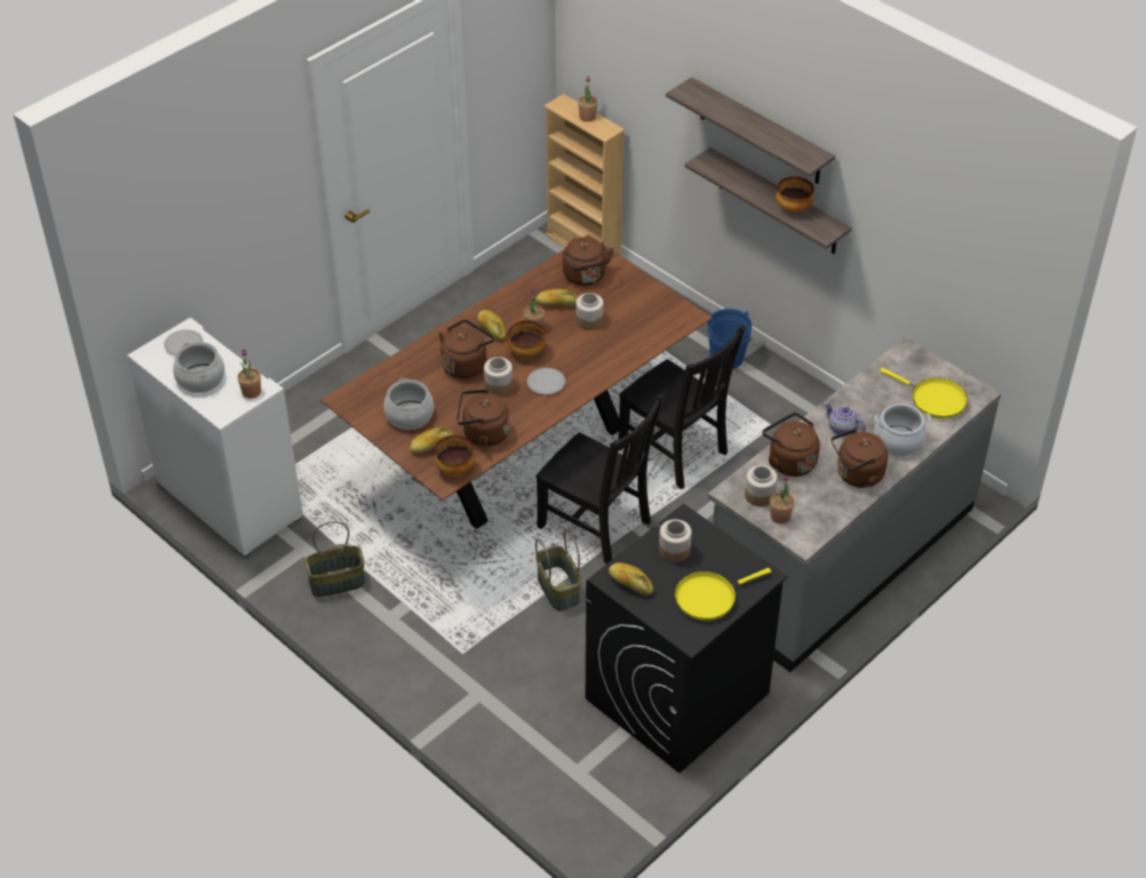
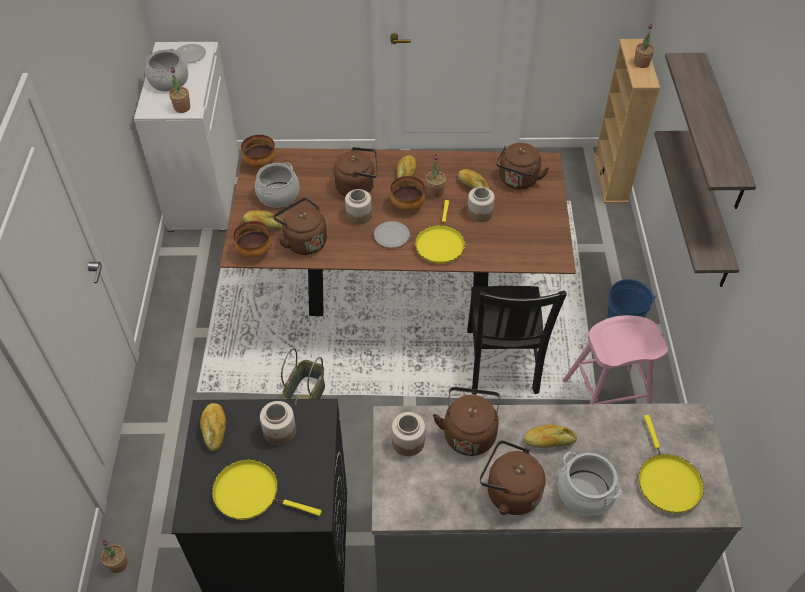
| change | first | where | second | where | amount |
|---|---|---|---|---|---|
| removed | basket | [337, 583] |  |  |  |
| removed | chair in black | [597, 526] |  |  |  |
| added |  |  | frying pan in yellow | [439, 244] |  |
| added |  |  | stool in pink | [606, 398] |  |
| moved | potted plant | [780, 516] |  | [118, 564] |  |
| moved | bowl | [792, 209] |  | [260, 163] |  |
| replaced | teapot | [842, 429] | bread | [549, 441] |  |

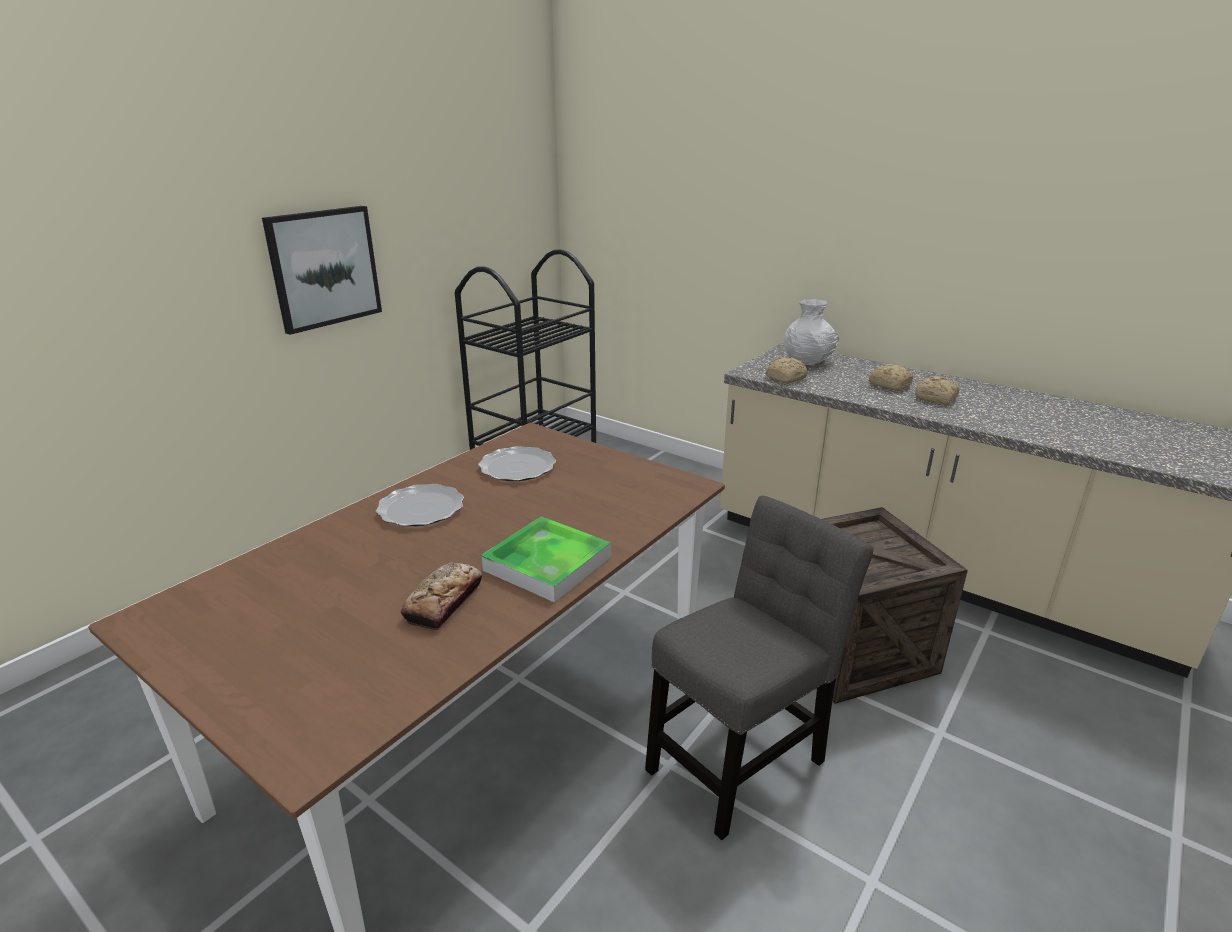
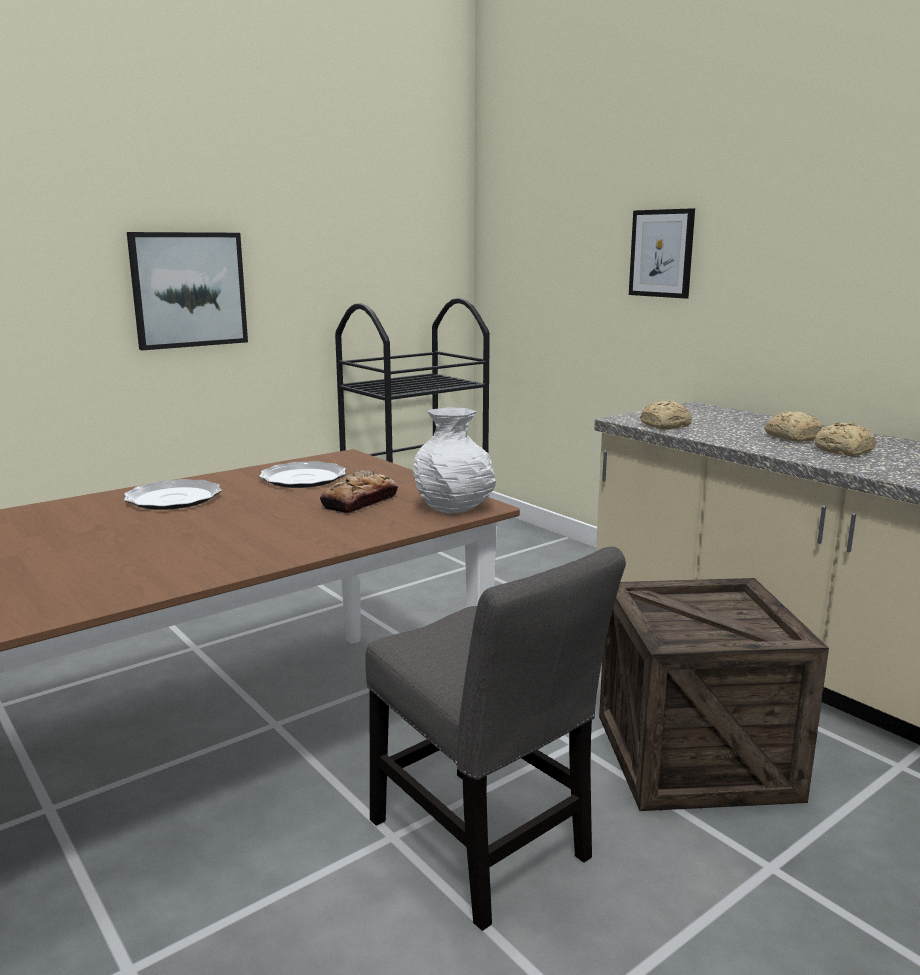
| change | first | where | second | where | amount |
|---|---|---|---|---|---|
| removed | tray | [547, 563] |  |  |  |
| added |  |  | picture | [661, 253] |  |
| moved | bread | [444, 602] |  | [360, 502] |  |
| moved | vase in white | [808, 361] |  | [454, 507] |  |
| turned | chair in grey | [741, 758] |  | [483, 847] | 75 degrees clockwise |

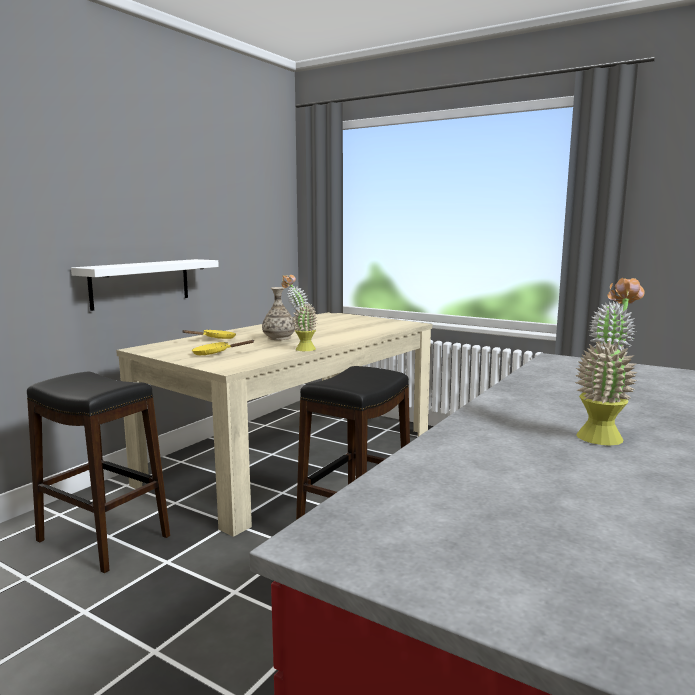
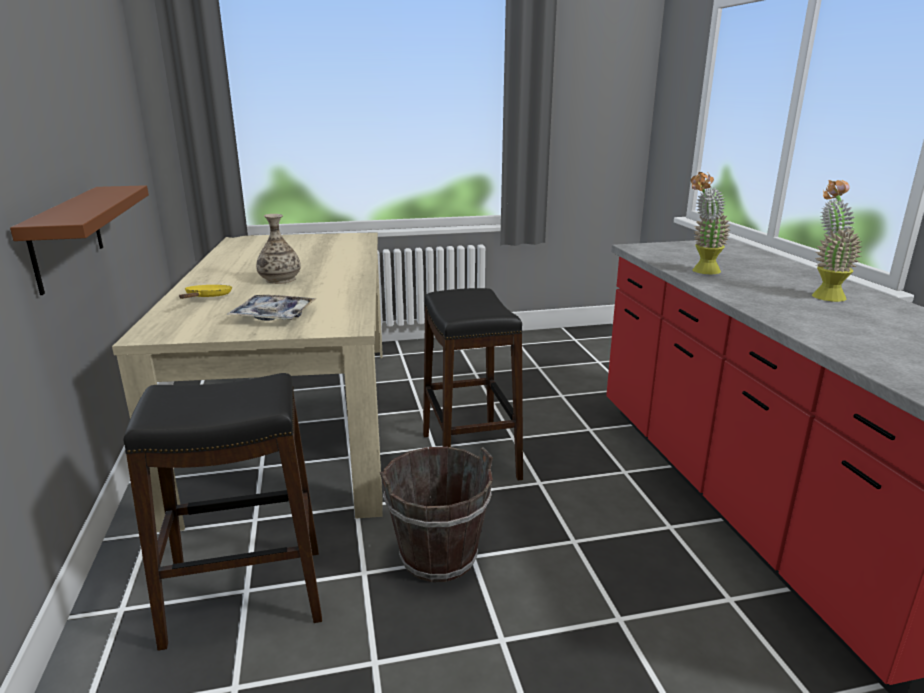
| change | first | where | second | where | amount |
|---|---|---|---|---|---|
| added |  |  | bucket in brown | [438, 556] |  |
| moved | potted plant | [300, 349] |  | [701, 272] |  |
| replaced | frying pan in yellow | [215, 354] | tray | [273, 315] |  |
| recoloured | shelf in white | [141, 283] | shelf in brown | [67, 236] |  |

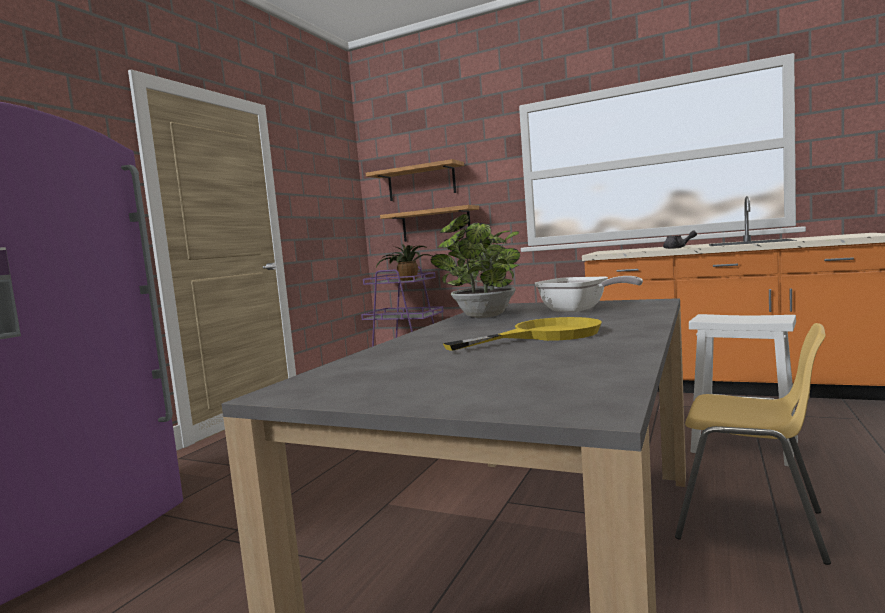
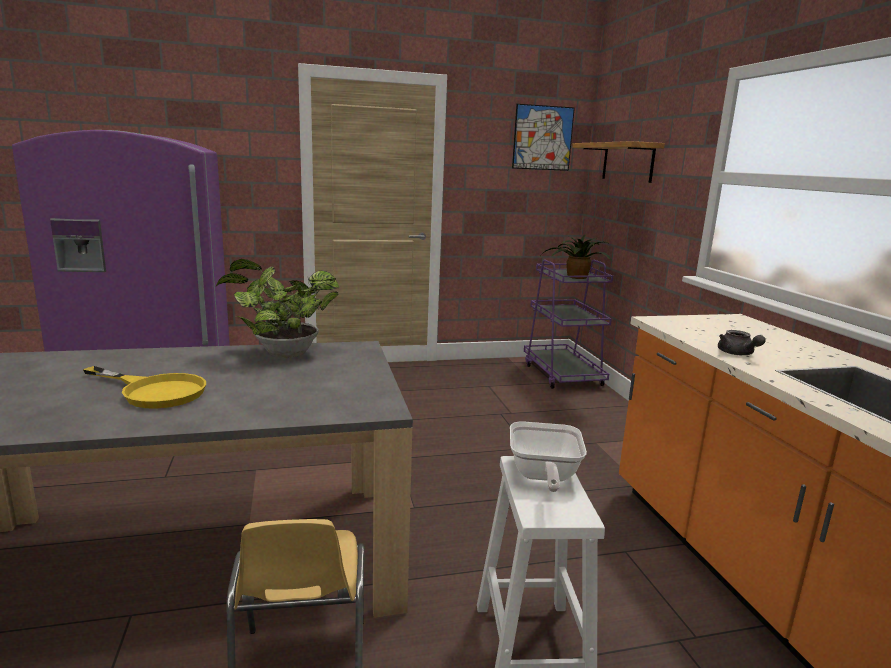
| change | first | where | second | where | amount |
|---|---|---|---|---|---|
| removed | shelf | [435, 224] |  |  |  |
| added |  |  | picture | [542, 138] |  |
| moved | frying pan | [579, 310] |  | [543, 477] |  |

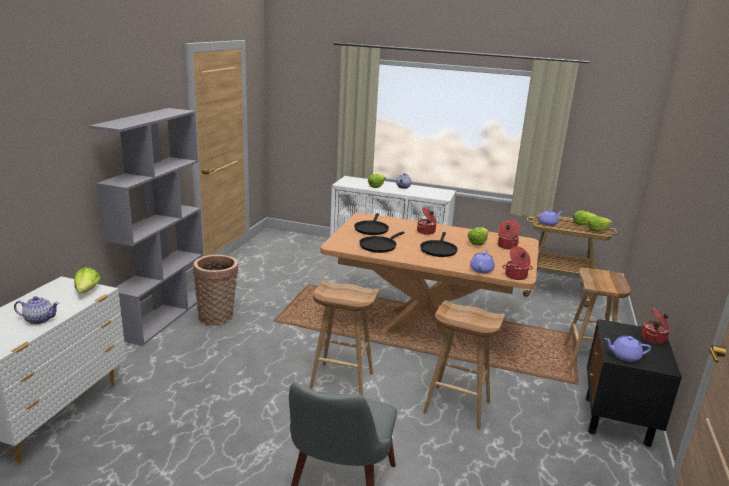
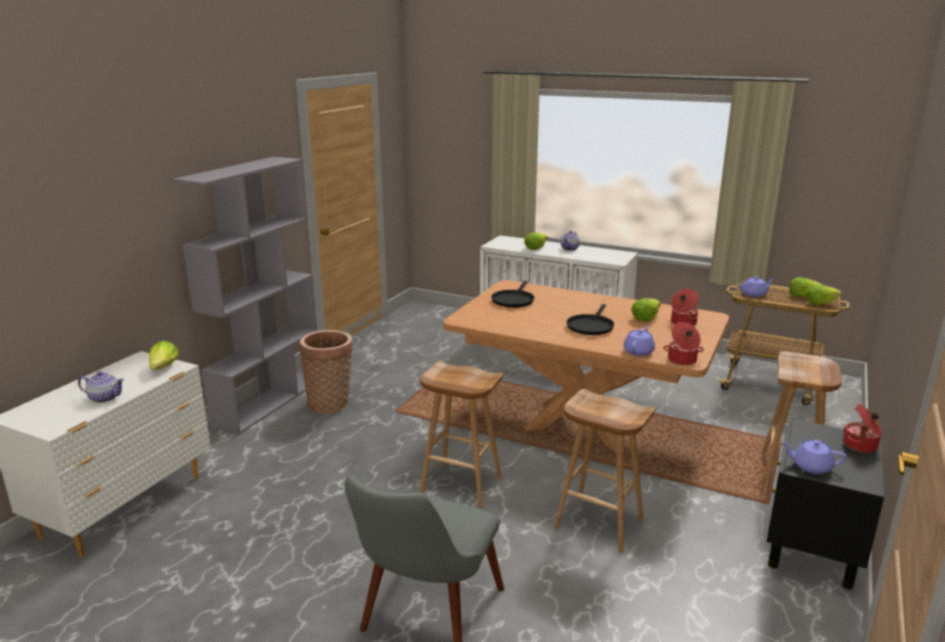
| change | first | where | second | where | amount |
|---|---|---|---|---|---|
| removed | frying pan in black | [379, 246] |  |  |  |
| removed | cooking pot | [426, 231] |  |  |  |

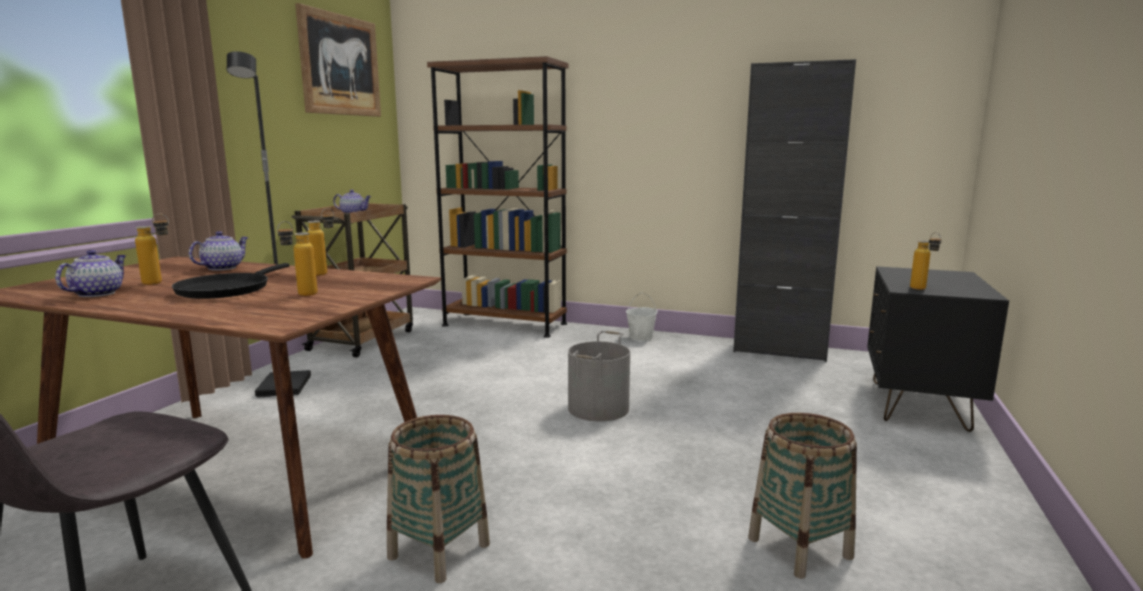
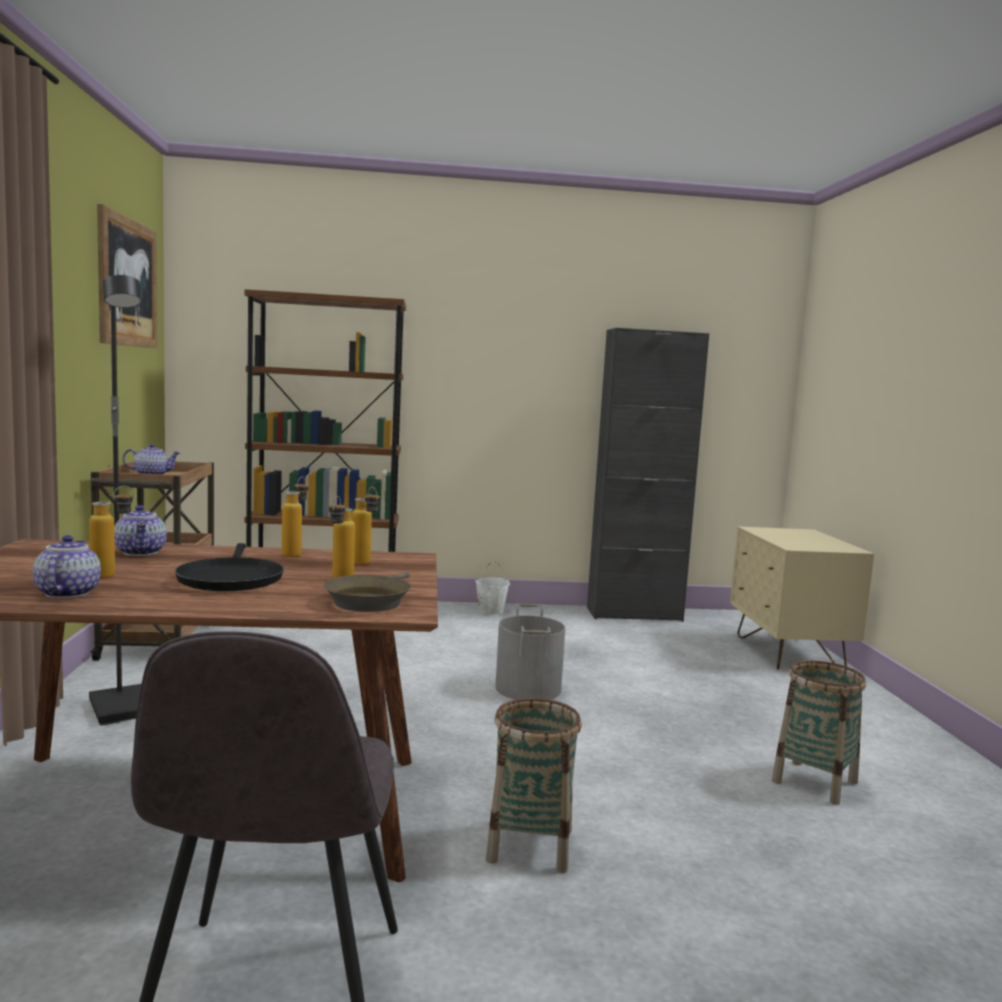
| change | first | where | second | where | amount |
|---|---|---|---|---|---|
| added |  |  | frying pan in brown | [370, 601] |  |
| moved | bottle | [922, 289] |  | [364, 564] |  |
| recoloured | nightstand in black | [918, 405] | nightstand in beige | [789, 654] |  |
| turned | teapot | [222, 268] |  | [142, 552] | 150 degrees clockwise |

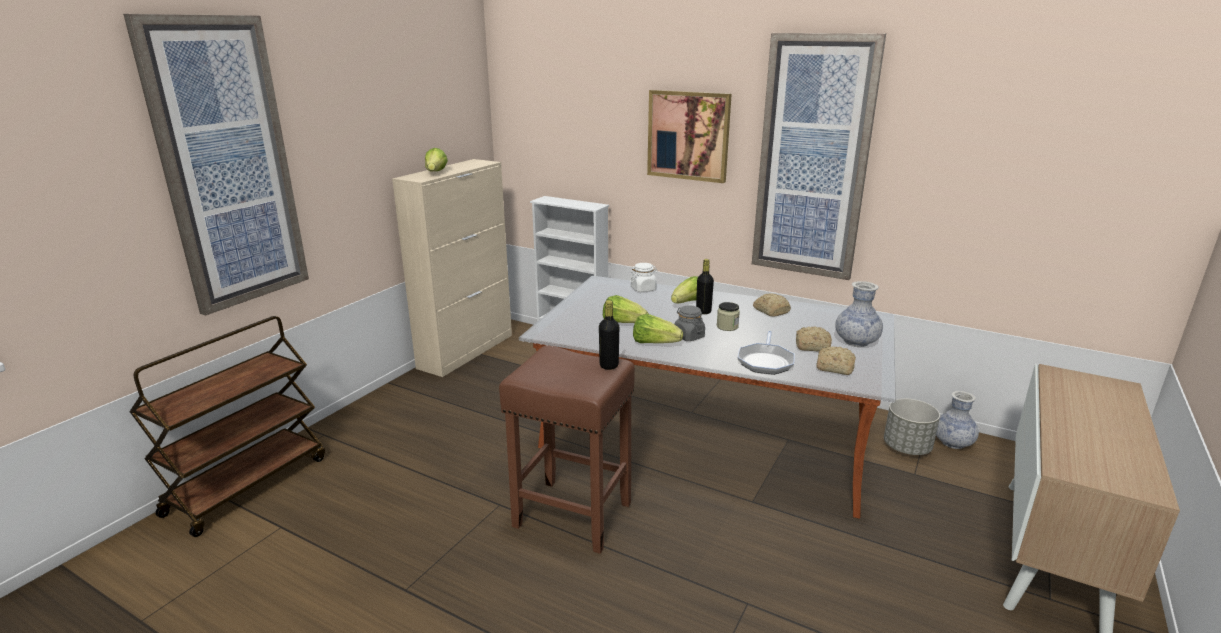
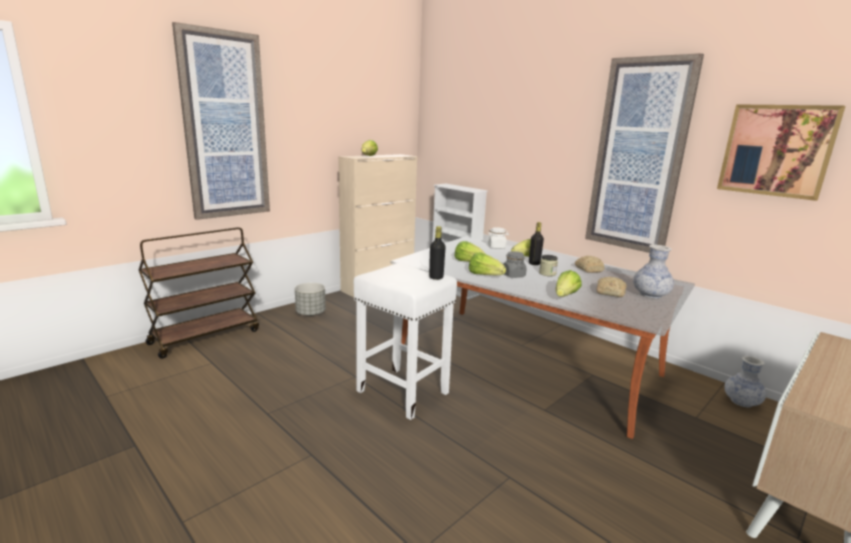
| change | first | where | second | where | amount |
|---|---|---|---|---|---|
| removed | bread | [833, 367] |  |  |  |
| moved | picture | [688, 135] |  | [776, 150] |  |
| moved | planter in grey | [906, 447] |  | [311, 313] |  |
| replaced | frying pan | [765, 361] | lettuce | [565, 296] |  |
| recoloured | stool in brown | [570, 514] | stool in white | [401, 391] |  |

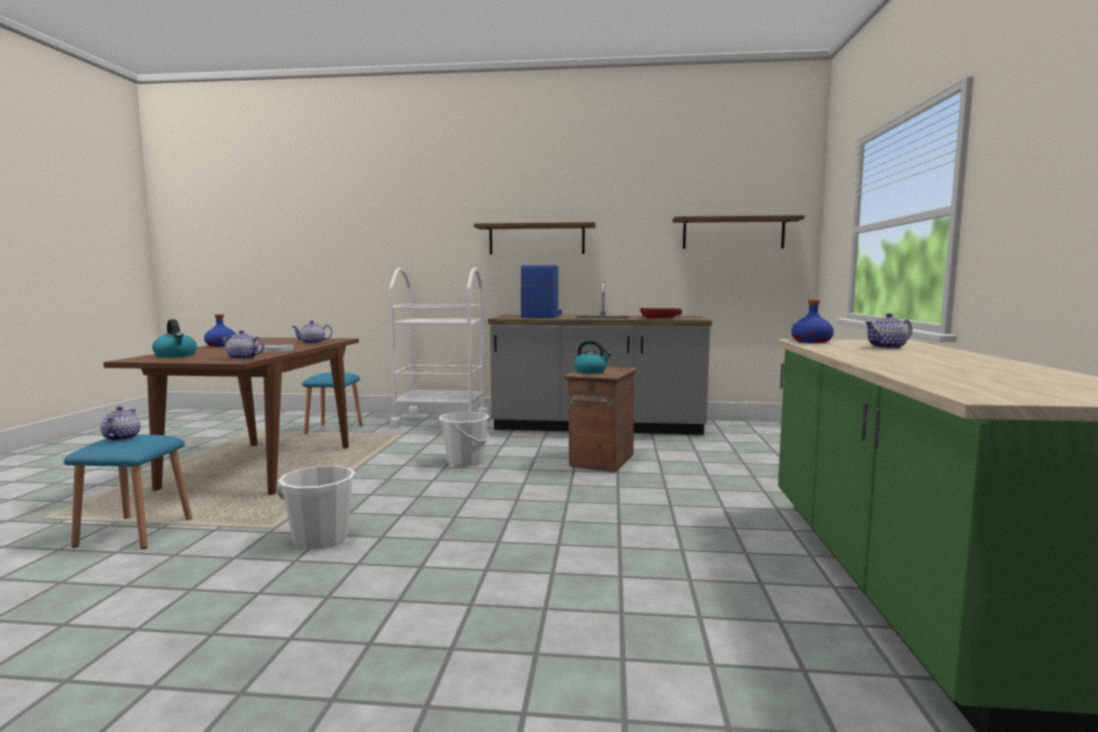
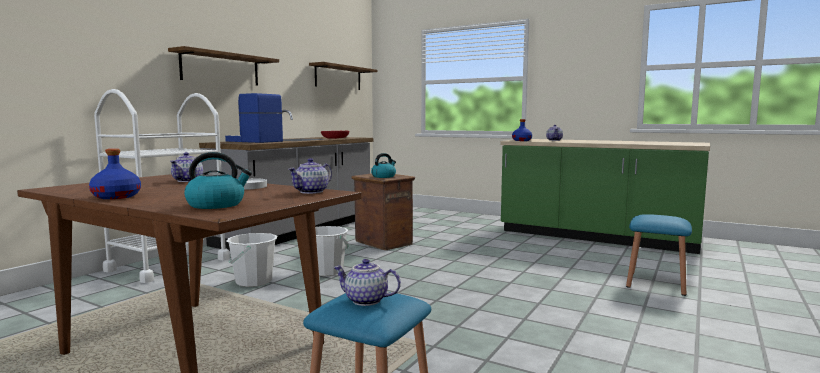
| change | first | where | second | where | amount |
|---|---|---|---|---|---|
| moved | bucket in white | [320, 539] |  | [254, 281] |  |
| moved | stool in blue | [334, 429] |  | [656, 283] |  |

